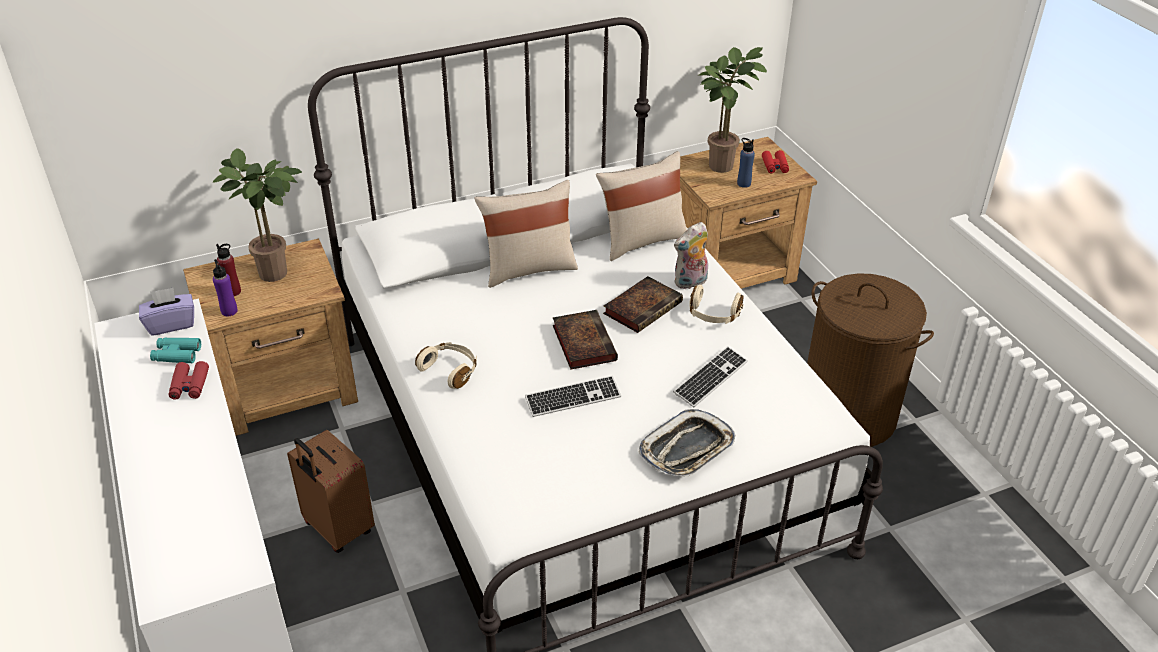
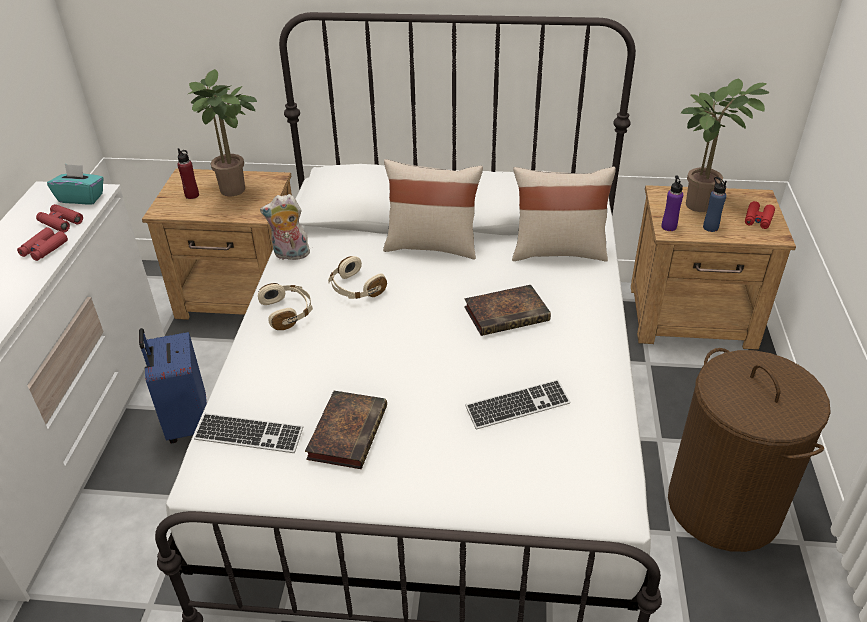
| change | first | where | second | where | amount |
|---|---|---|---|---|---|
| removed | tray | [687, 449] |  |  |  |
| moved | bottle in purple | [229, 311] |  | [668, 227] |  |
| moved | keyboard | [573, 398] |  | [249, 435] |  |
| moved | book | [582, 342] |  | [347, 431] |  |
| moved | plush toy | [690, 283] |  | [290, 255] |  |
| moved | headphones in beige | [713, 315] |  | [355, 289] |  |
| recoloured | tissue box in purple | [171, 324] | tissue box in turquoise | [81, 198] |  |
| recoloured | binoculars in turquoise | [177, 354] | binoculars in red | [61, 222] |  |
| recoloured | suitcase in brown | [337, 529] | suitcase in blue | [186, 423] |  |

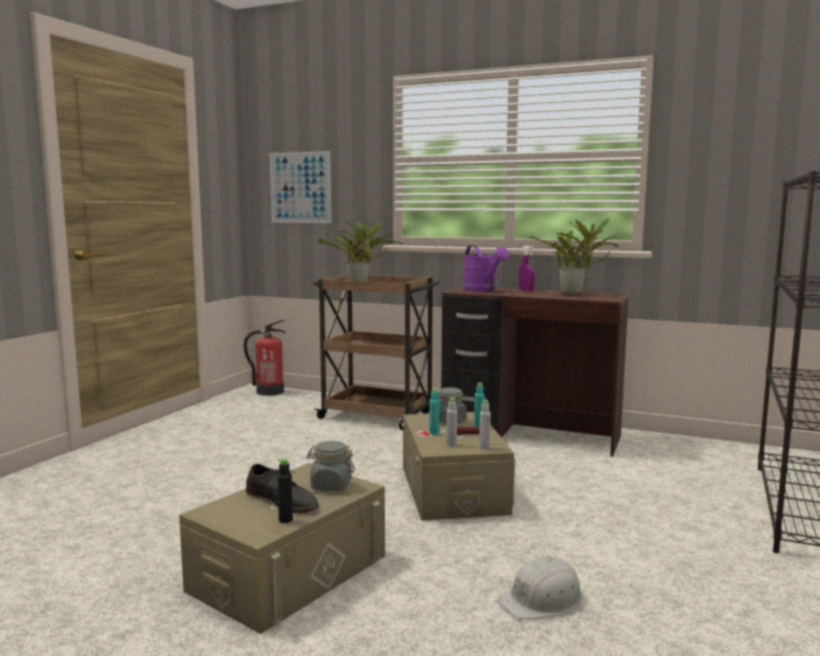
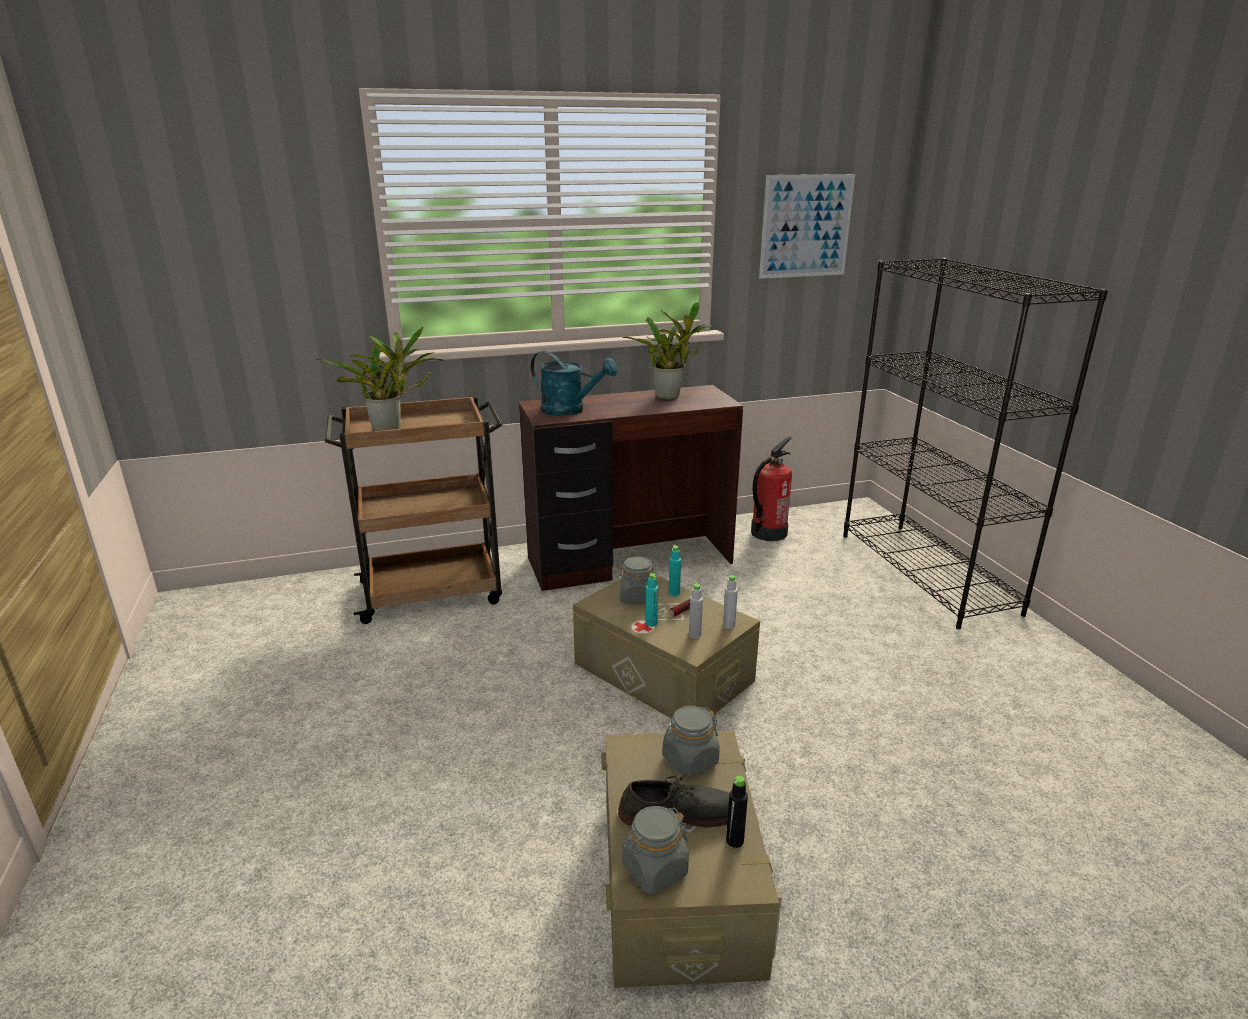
| change | first | where | second | where | amount |
|---|---|---|---|---|---|
| removed | hard hat in white | [543, 600] |  |  |  |
| removed | spray bottle in purple | [526, 290] |  |  |  |
| added |  |  | jar in grey | [654, 869] |  |
| moved | fire extinguisher | [269, 392] |  | [768, 533] |  |
| moved | picture | [300, 187] |  | [806, 226] |  |
| recoloured | watering can in purple | [483, 291] | watering can in turquoise | [570, 410] |  |

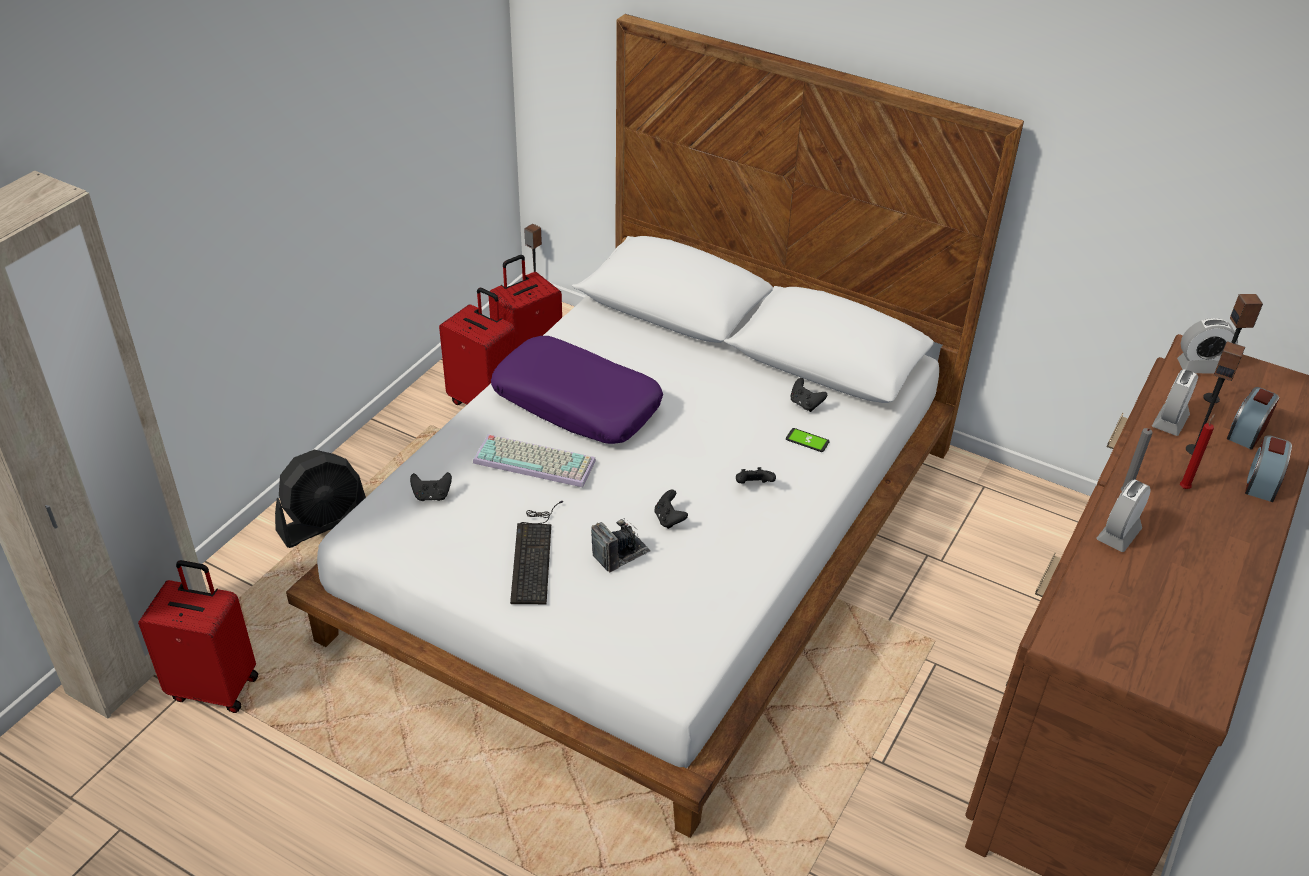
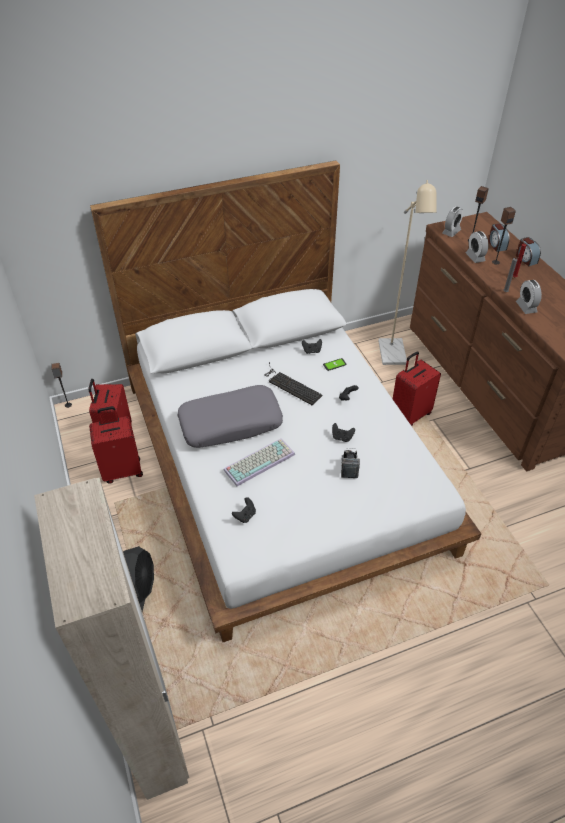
| change | first | where | second | where | amount |
|---|---|---|---|---|---|
| added |  |  | floor lamp in beige | [393, 357] |  |
| moved | suitcase in red | [215, 686] |  | [410, 414] |  |
| moved | keyboard | [534, 553] |  | [290, 385] |  |
| recoloured | pillow in purple | [577, 403] | pillow in grey | [230, 423] |  |

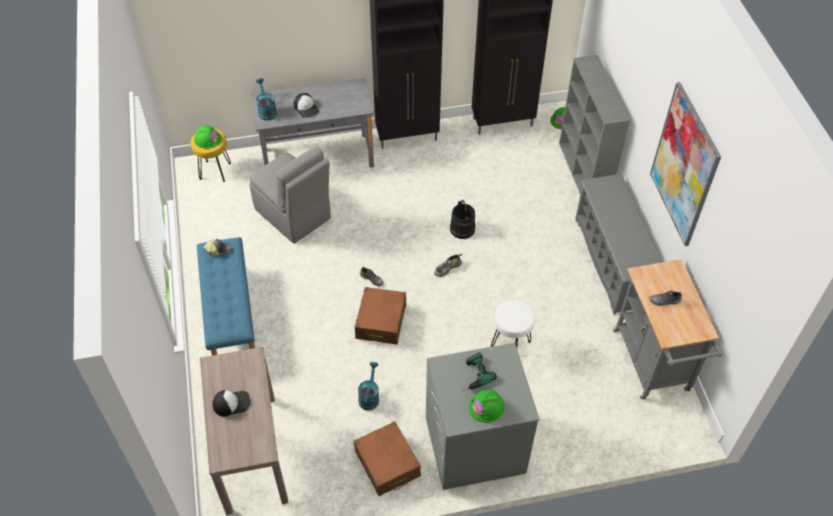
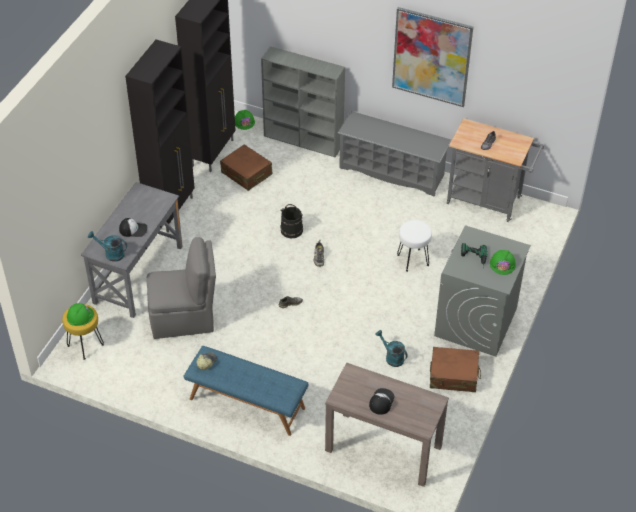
| change | first | where | second | where | amount |
|---|---|---|---|---|---|
| moved | suitcase in brown | [381, 322] |  | [246, 173] |  |

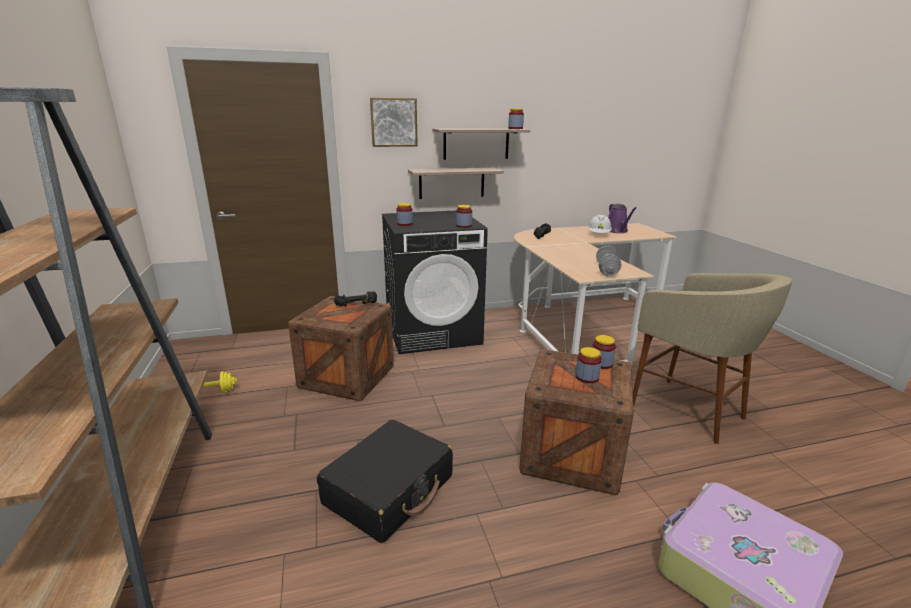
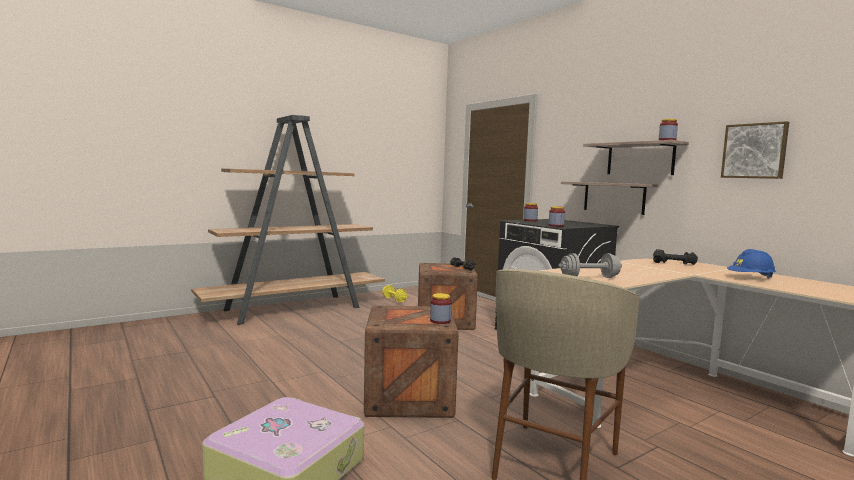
| change | first | where | second | where | amount |
|---|---|---|---|---|---|
| removed | suitcase in black | [389, 490] |  |  |  |
| removed | jar | [587, 377] |  |  |  |
| removed | watering can in purple | [617, 231] |  |  |  |
| moved | picture | [393, 122] |  | [754, 151] |  |
| recoloured | hard hat in white | [599, 234] | hard hat in blue | [750, 278] |  |

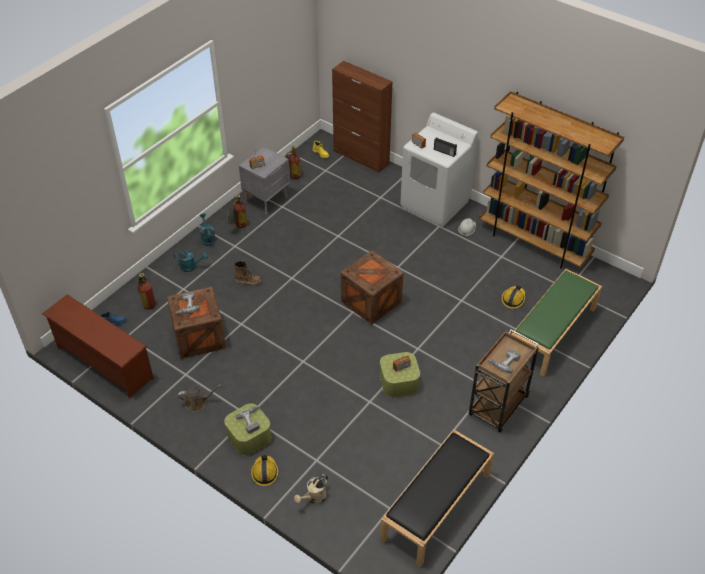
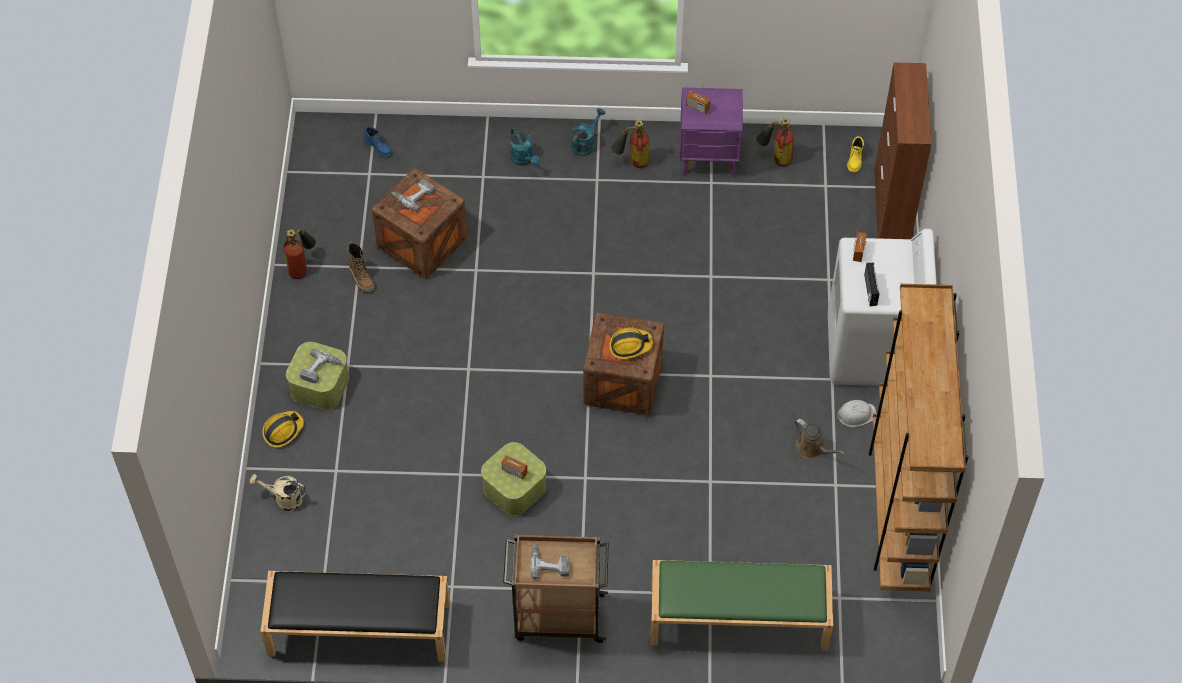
| change | first | where | second | where | amount |
|---|---|---|---|---|---|
| removed | shoe rack in brown | [103, 363] |  |  |  |
| moved | fire extinguisher | [148, 302] |  | [302, 267] |  |
| moved | watering can in brown | [197, 403] |  | [812, 448] |  |
| moved | boot | [248, 281] |  | [362, 278] |  |
| moved | hard hat | [513, 299] |  | [630, 346] |  |
| recoloured | nightstand in grey | [267, 199] | nightstand in purple | [709, 158] |  |

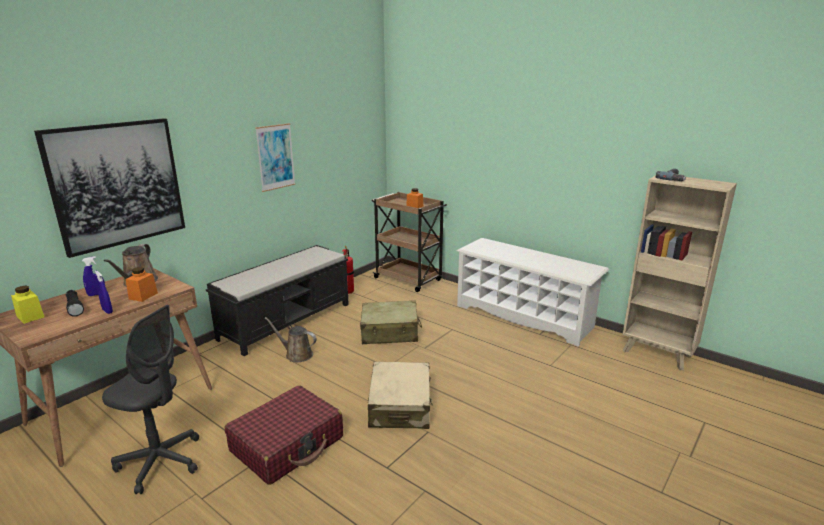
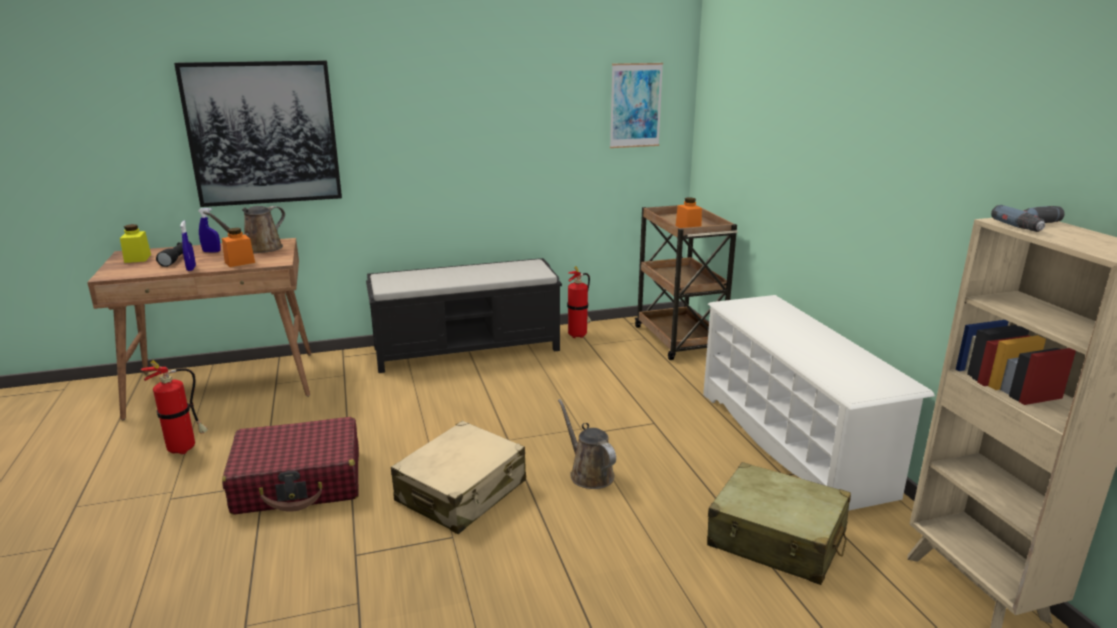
| change | first | where | second | where | amount |
|---|---|---|---|---|---|
| moved | picture | [275, 157] |  | [635, 105] |  |
| moved | watering can in brown | [296, 354] |  | [589, 473] |  |
| moved | suitcase in beige | [390, 332] |  | [776, 539] |  |
| replaced | office chair in grey | [160, 462] | fire extinguisher | [185, 449] |  |

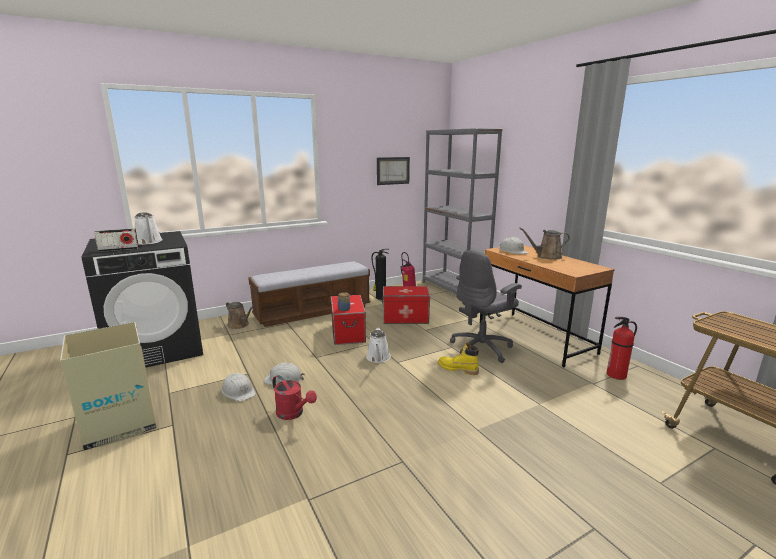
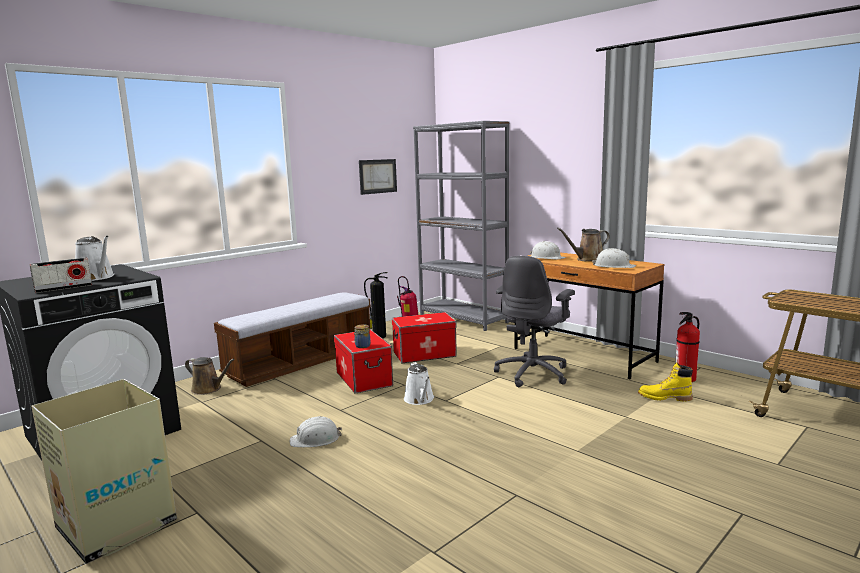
| change | first | where | second | where | amount |
|---|---|---|---|---|---|
| removed | watering can in red | [293, 414] |  |  |  |
| moved | hard hat in white | [238, 391] |  | [614, 266] |  |
| moved | boot in yellow | [457, 369] |  | [664, 398] |  |

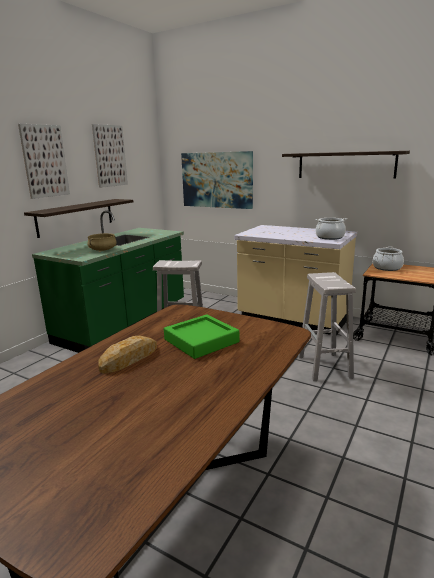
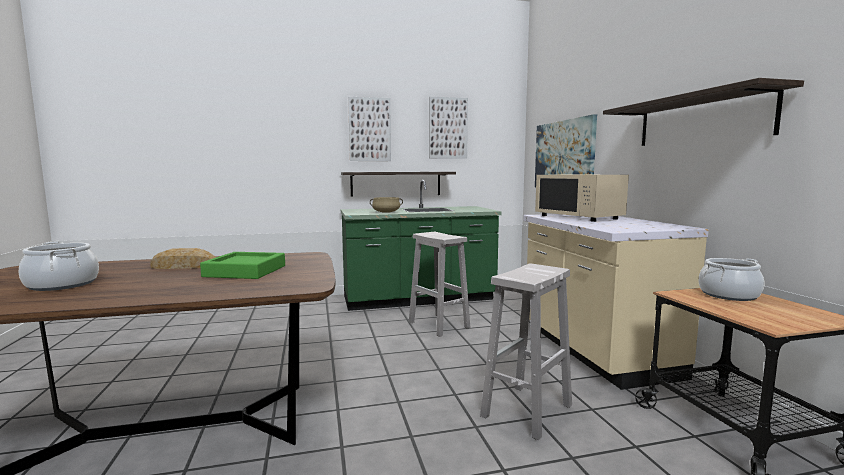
| change | first | where | second | where | amount |
|---|---|---|---|---|---|
| added |  |  | microwave in beige | [579, 217] |  |
| moved | cooking pot | [330, 237] |  | [62, 284] |  |

